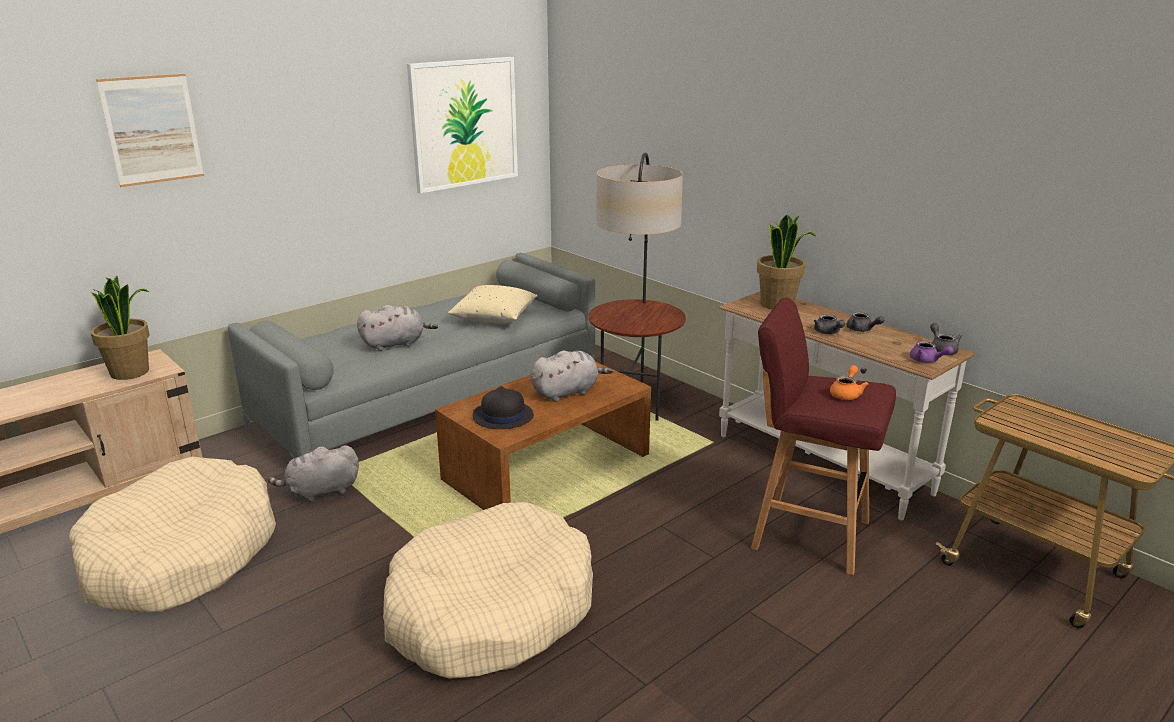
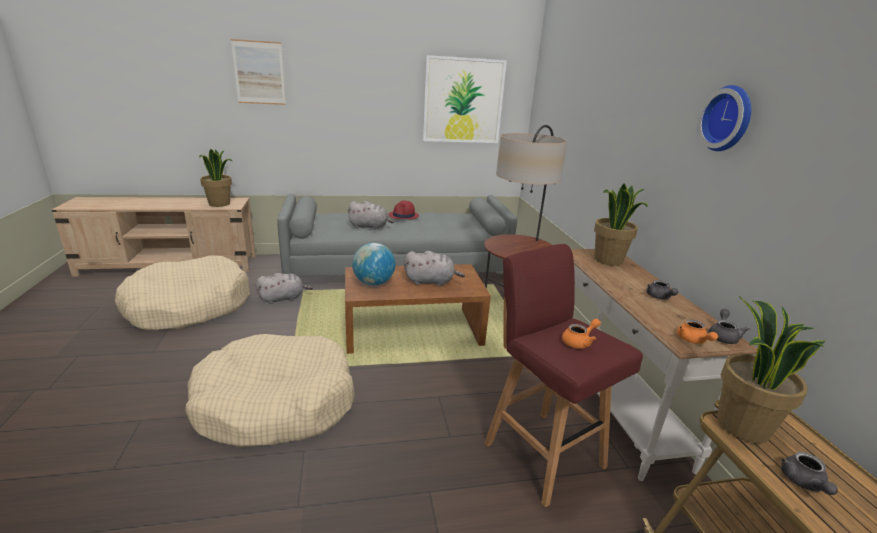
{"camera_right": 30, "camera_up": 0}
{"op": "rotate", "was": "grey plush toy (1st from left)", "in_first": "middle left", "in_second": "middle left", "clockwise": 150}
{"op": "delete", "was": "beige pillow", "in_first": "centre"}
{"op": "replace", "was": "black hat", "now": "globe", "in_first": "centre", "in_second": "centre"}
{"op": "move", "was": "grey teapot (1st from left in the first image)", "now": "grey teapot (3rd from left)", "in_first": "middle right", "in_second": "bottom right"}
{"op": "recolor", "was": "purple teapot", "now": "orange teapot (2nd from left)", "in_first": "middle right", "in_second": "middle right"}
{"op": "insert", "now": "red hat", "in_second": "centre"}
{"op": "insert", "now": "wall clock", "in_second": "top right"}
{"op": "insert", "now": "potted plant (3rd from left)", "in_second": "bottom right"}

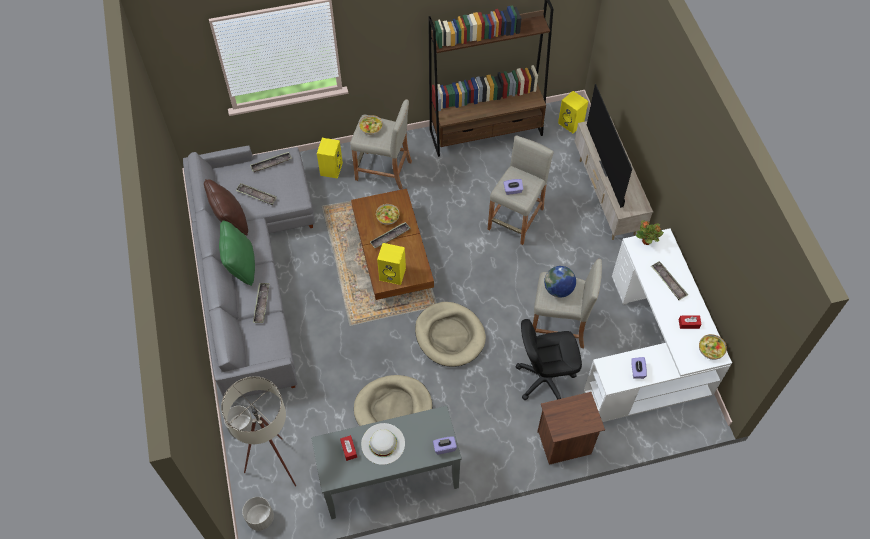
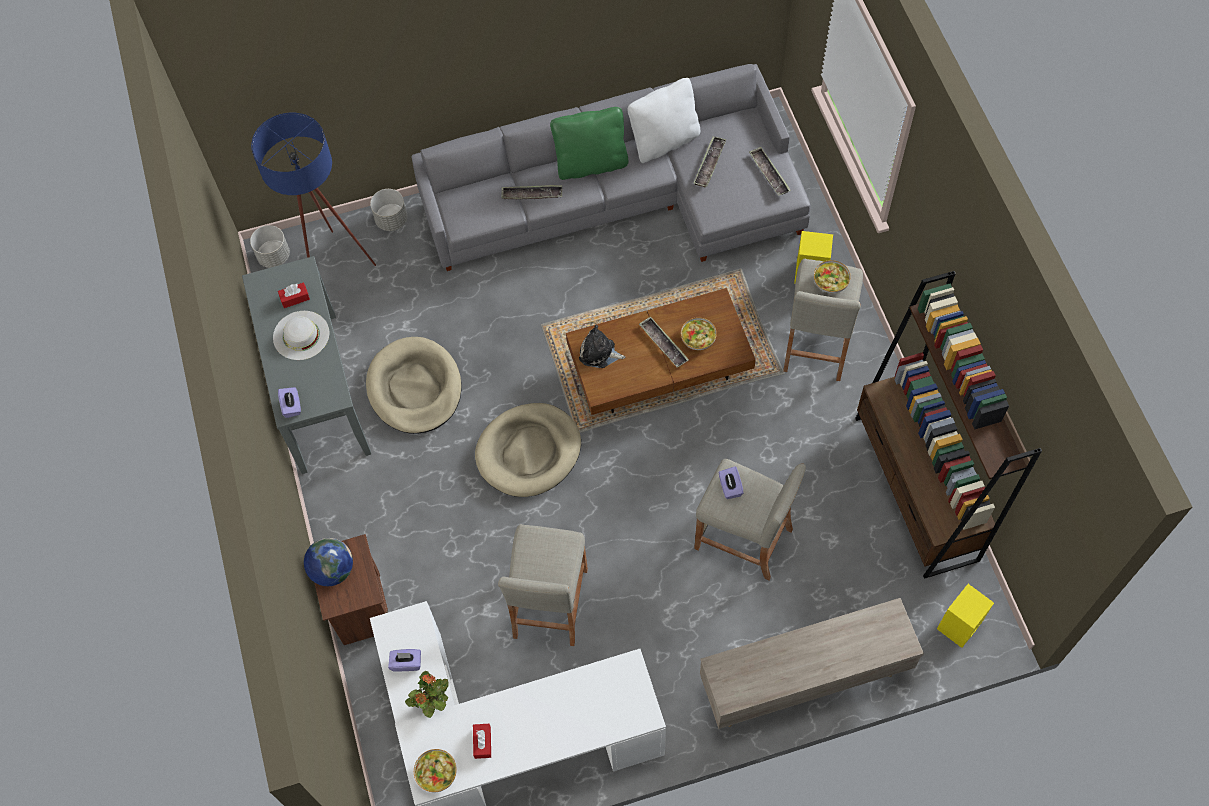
{"camera_right": 90, "camera_up": 5}
{"op": "recolor", "was": "brown pillow", "now": "white pillow", "in_first": "middle left", "in_second": "top centre"}
{"op": "recolor", "was": "beige floor lamp", "now": "blue floor lamp", "in_first": "bottom left", "in_second": "top left"}
{"op": "replace", "was": "yellow speaker (2nd from left)", "now": "plush toy", "in_first": "centre", "in_second": "centre"}
{"op": "delete", "was": "black office chair", "in_first": "centre"}
{"op": "move", "was": "globe", "in_first": "centre", "in_second": "bottom left"}
{"op": "delete", "was": "television", "in_first": "top right"}
{"op": "move", "was": "potted plant", "in_first": "middle right", "in_second": "bottom centre"}
{"op": "delete", "was": "tray (5th from left)", "in_first": "middle right"}

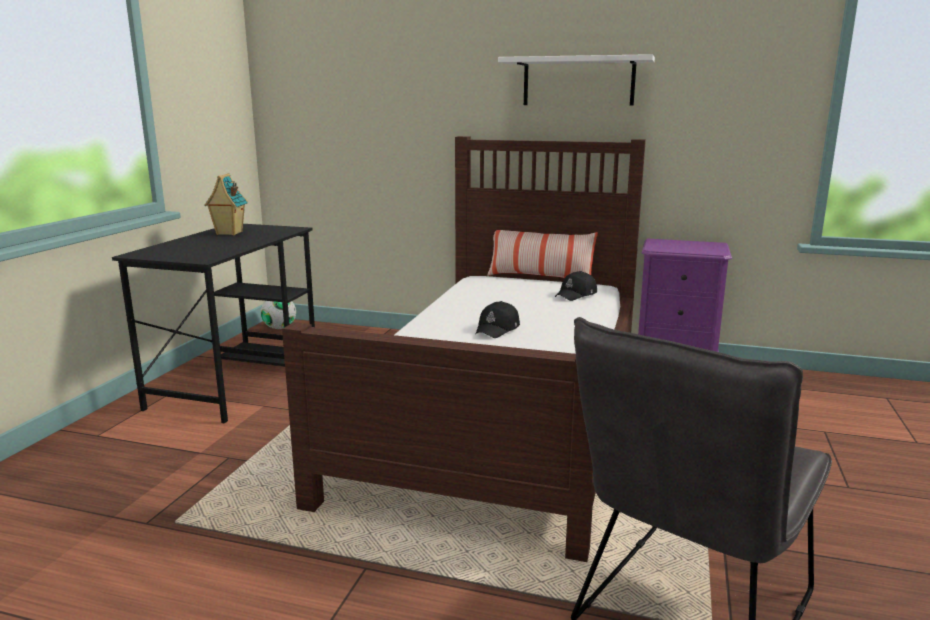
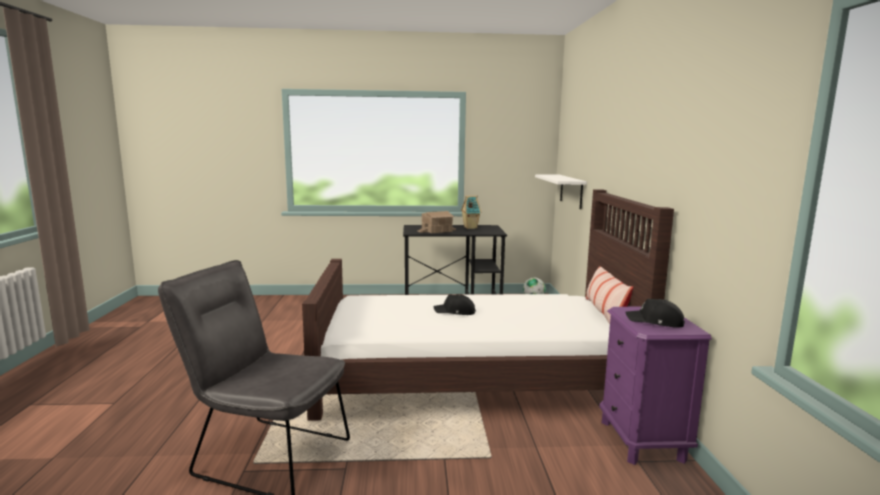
{"camera_right": 70, "camera_up": -5}
{"op": "move", "was": "white shelf", "in_first": "top centre", "in_second": "centre"}
{"op": "move", "was": "black cap (2nd from left)", "in_first": "centre", "in_second": "middle right"}
{"op": "insert", "now": "toy house (1st from left)", "in_second": "centre"}

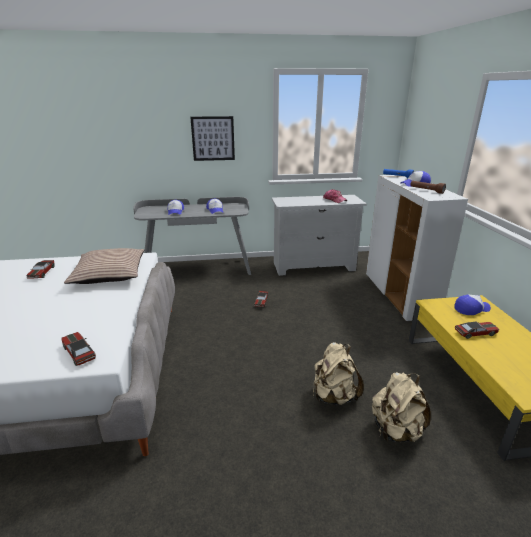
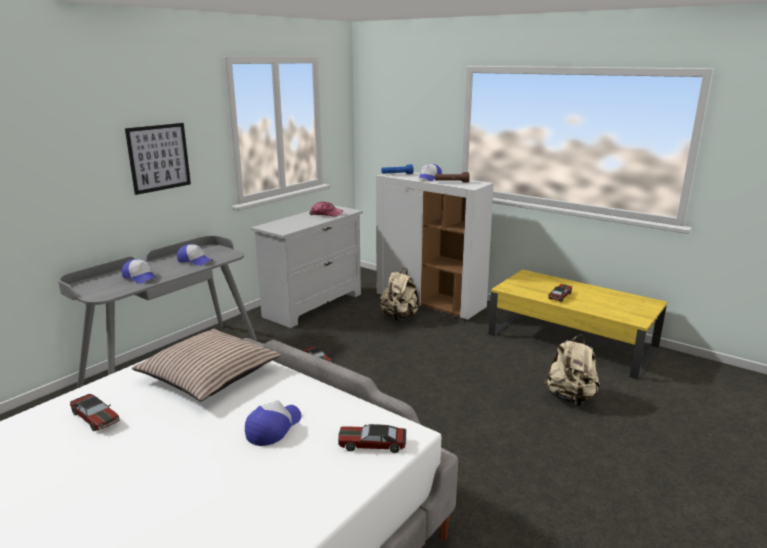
{"camera_right": -45, "camera_up": -5}
{"op": "move", "was": "beige backpack (1st from left)", "in_first": "bottom centre", "in_second": "centre"}
{"op": "move", "was": "cap (5th from left in the first image)", "now": "cap (3rd from left)", "in_first": "middle right", "in_second": "bottom centre"}

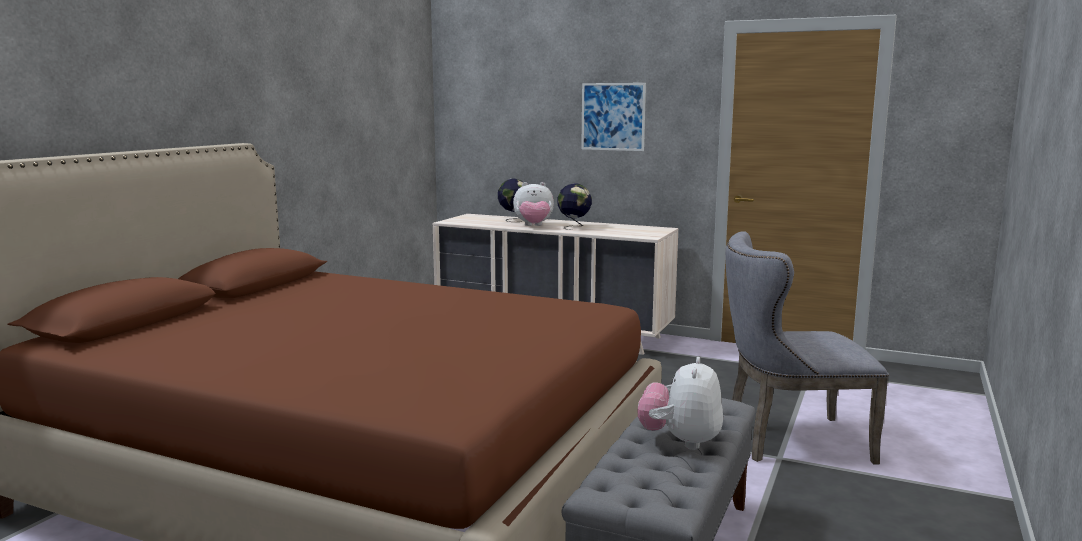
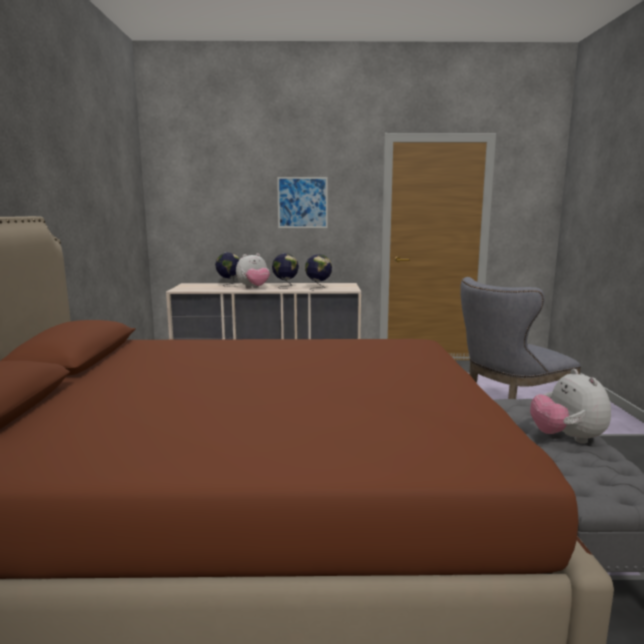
{"camera_right": -25, "camera_up": 0}
{"op": "insert", "now": "globe (3rd from left)", "in_second": "centre"}

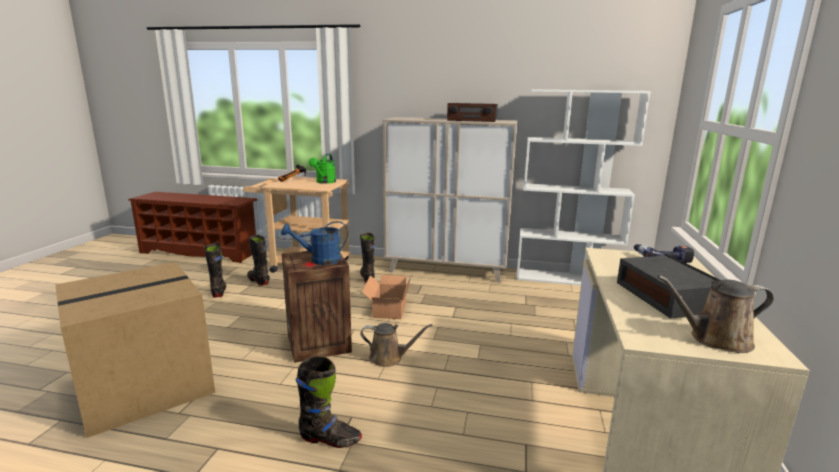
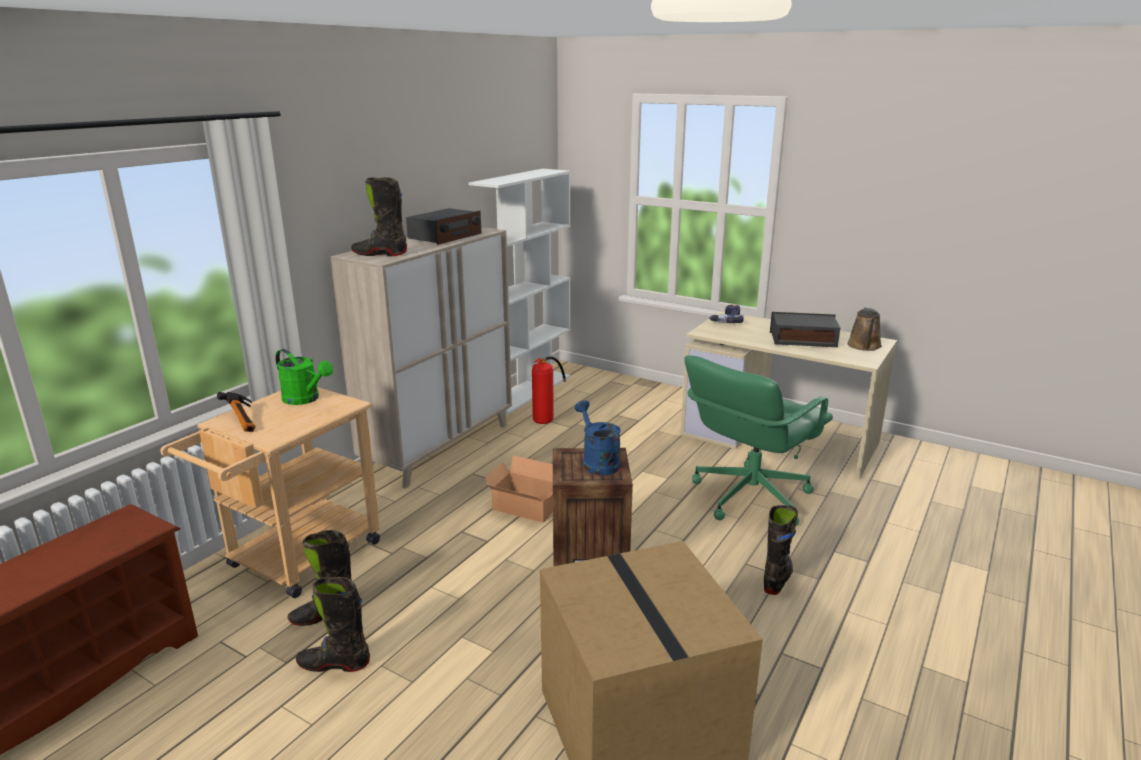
{"camera_right": -70, "camera_up": 5}
{"op": "rotate", "was": "blue watering can", "in_first": "centre", "in_second": "centre", "clockwise": 150}
{"op": "move", "was": "black boot (4th from left in the first image)", "now": "black boot (3rd from left)", "in_first": "centre", "in_second": "top left"}
{"op": "delete", "was": "brown watering can (1st from left)", "in_first": "bottom centre"}
{"op": "insert", "now": "fire extinguisher", "in_second": "centre"}
{"op": "insert", "now": "green office chair", "in_second": "centre"}

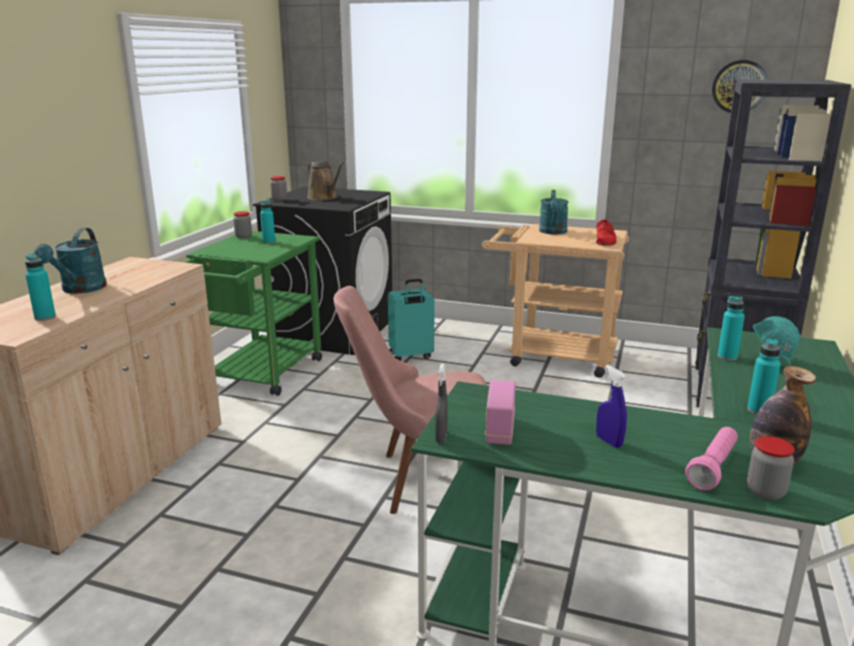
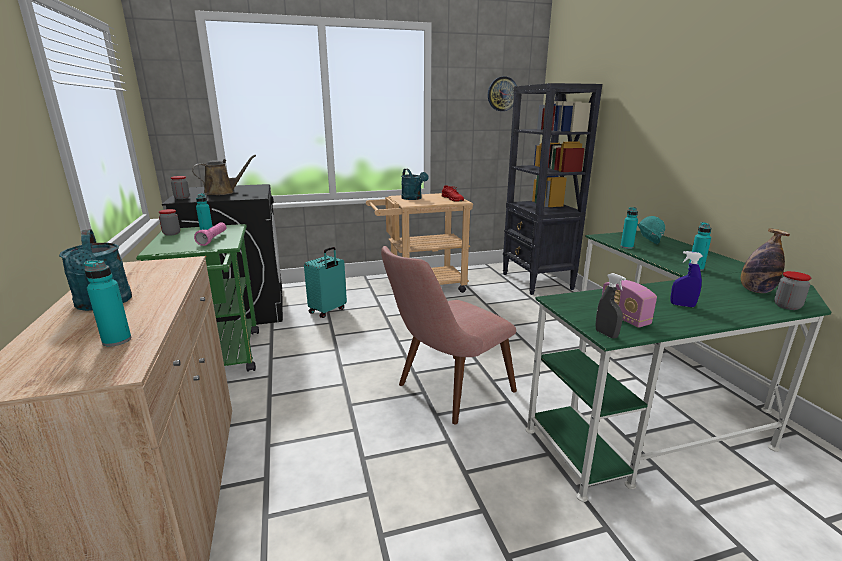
{"camera_right": -35, "camera_up": 0}
{"op": "rotate", "was": "brown watering can", "in_first": "top centre", "in_second": "top left", "clockwise": -45}
{"op": "move", "was": "pink flashlight", "in_first": "bottom right", "in_second": "middle left"}

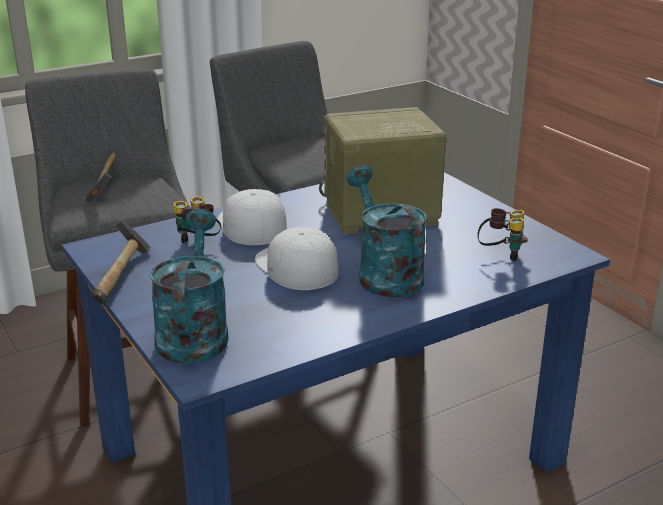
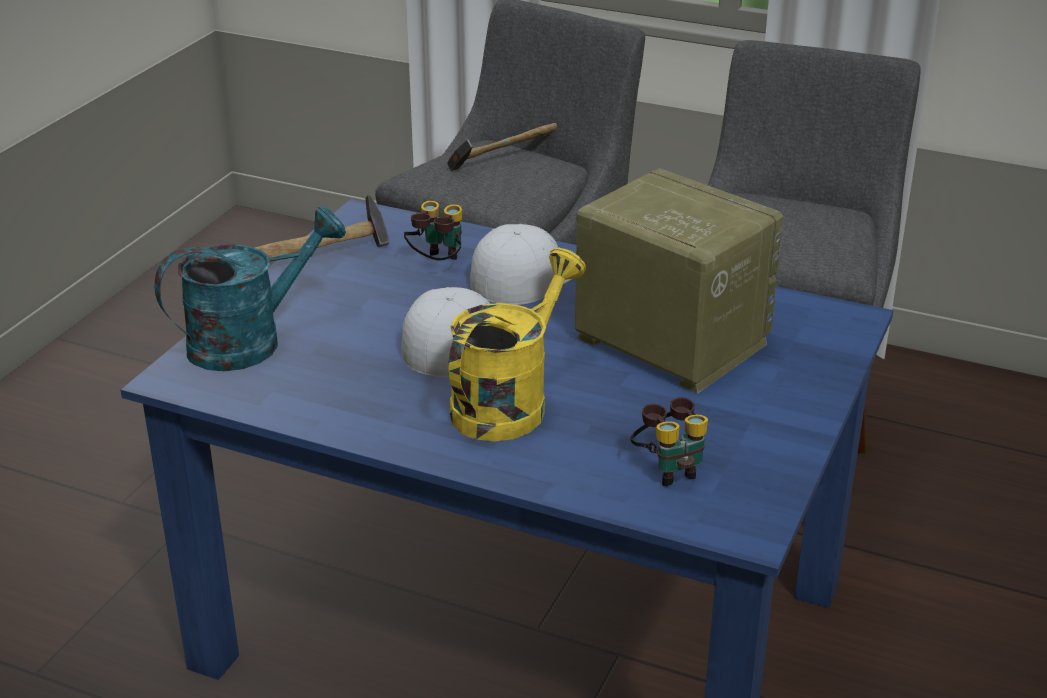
{"camera_right": 55, "camera_up": 5}
{"op": "recolor", "was": "turquoise watering can (2nd from left)", "now": "yellow watering can", "in_first": "centre", "in_second": "centre"}

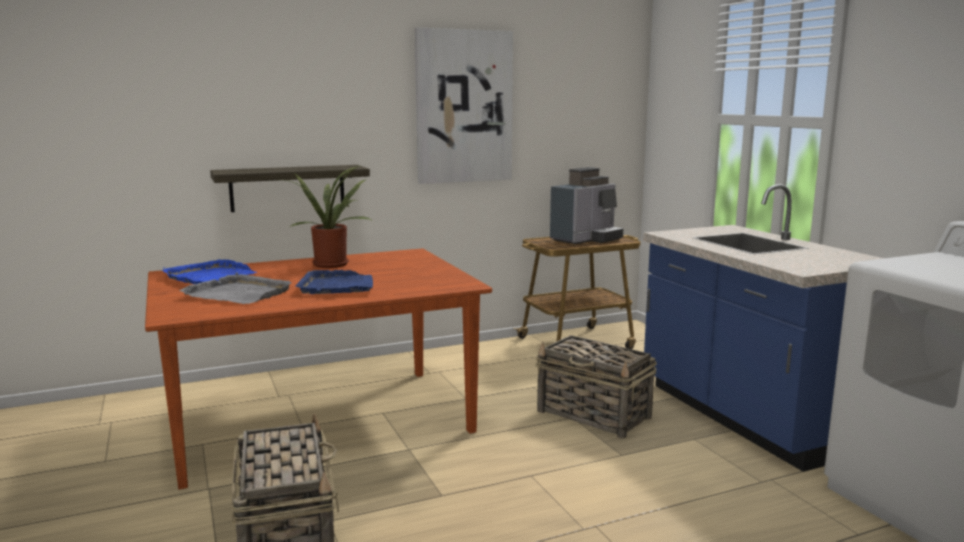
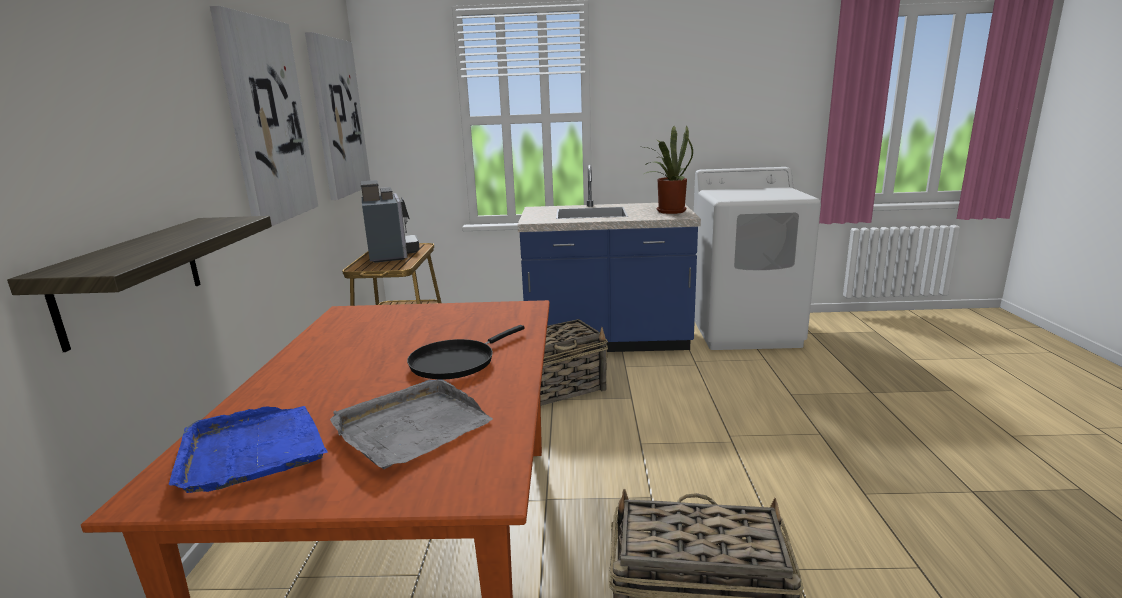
{"camera_right": -65, "camera_up": 5}
{"op": "move", "was": "potted plant", "in_first": "centre", "in_second": "top centre"}
{"op": "replace", "was": "blue tray (2nd from left)", "now": "black frying pan", "in_first": "centre", "in_second": "centre"}
{"op": "insert", "now": "picture (2nd from left)", "in_second": "top left"}

